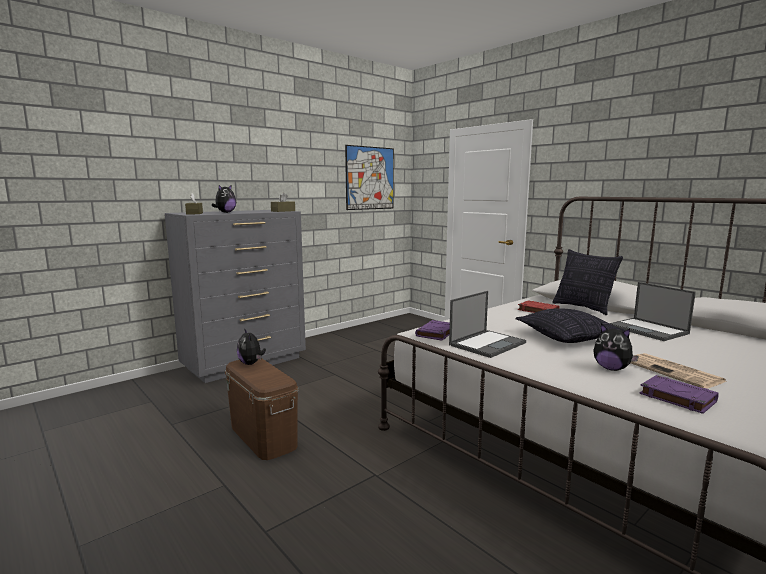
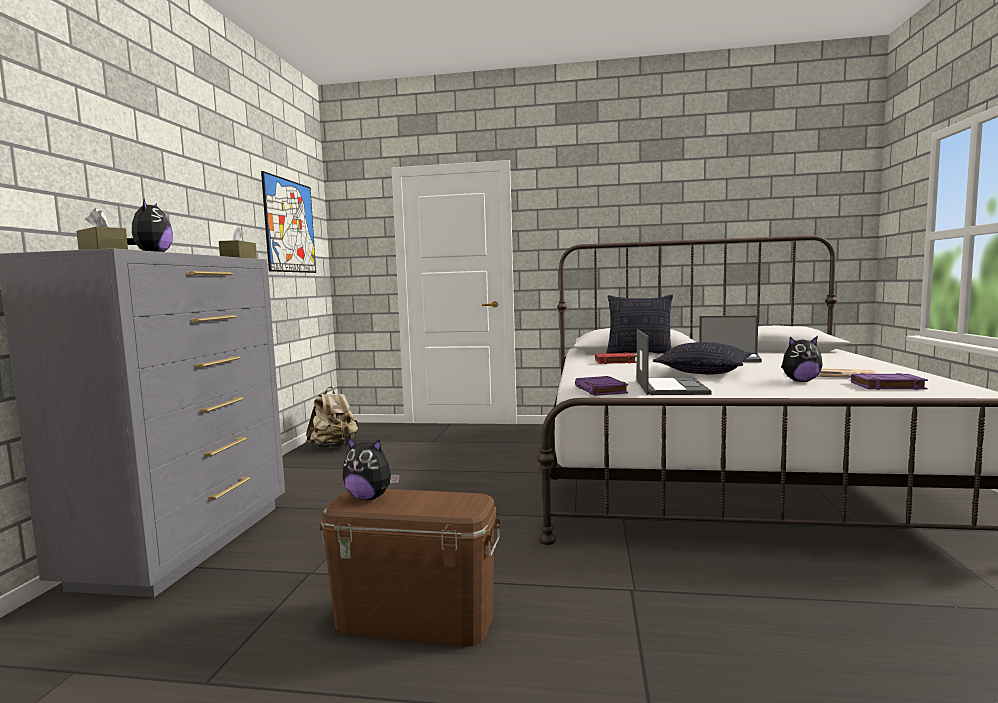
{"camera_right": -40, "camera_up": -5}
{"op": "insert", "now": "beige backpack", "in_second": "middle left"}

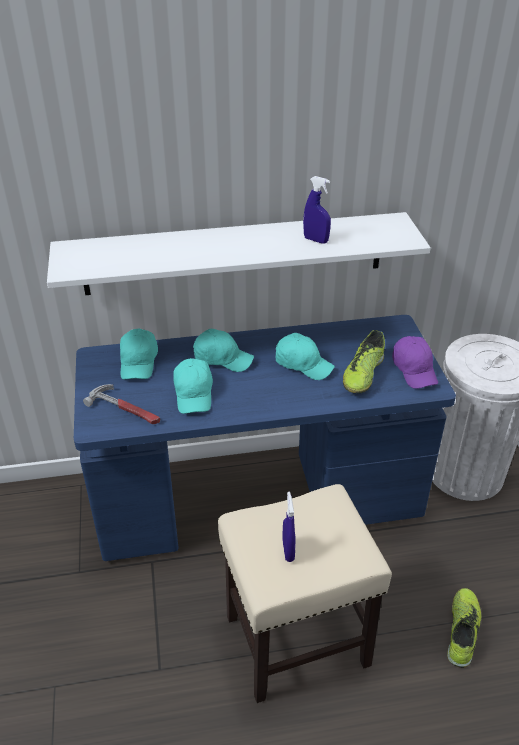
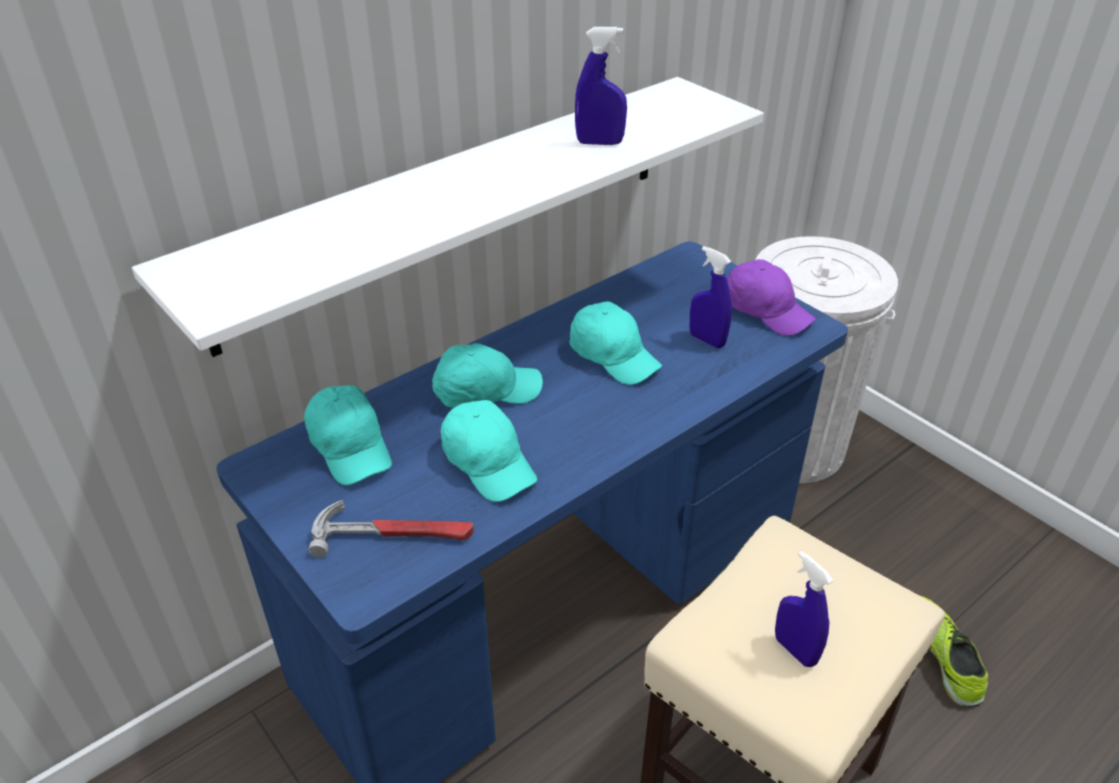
{"camera_right": -30, "camera_up": 0}
{"op": "rotate", "was": "turquoise cap (4th from left)", "in_first": "centre", "in_second": "centre", "clockwise": 45}
{"op": "replace", "was": "shoe (1st from left)", "now": "blue spray bottle (2nd from left)", "in_first": "middle right", "in_second": "centre"}

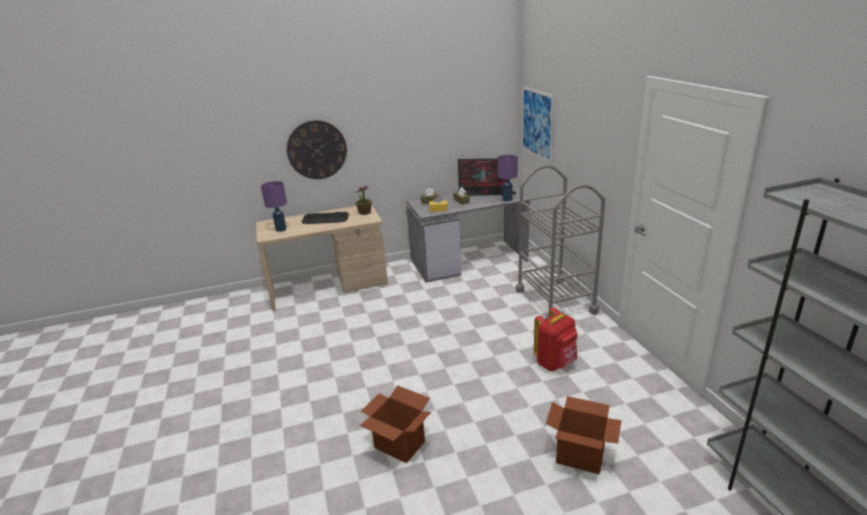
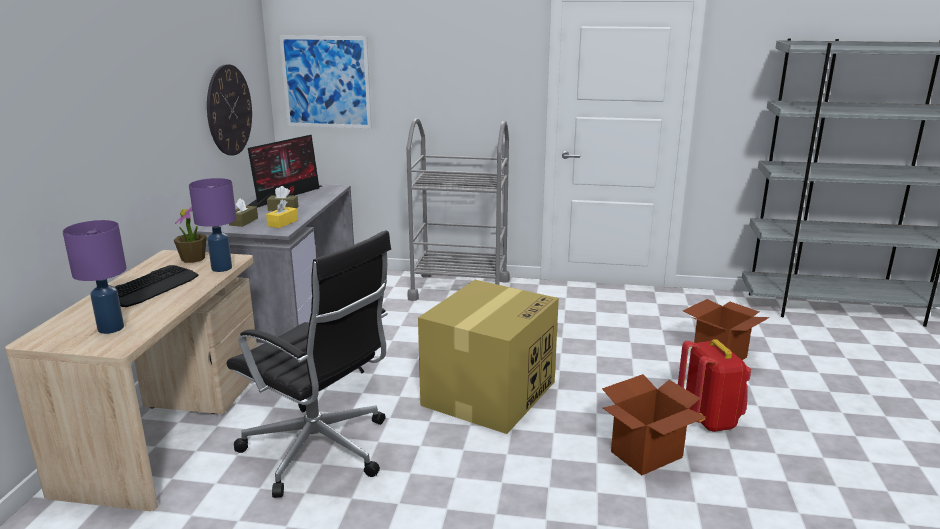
{"camera_right": -65, "camera_up": -5}
{"op": "move", "was": "wall clock", "in_first": "top centre", "in_second": "top left"}
{"op": "move", "was": "purple table lamp (2nd from left)", "in_first": "centre", "in_second": "middle left"}
{"op": "move", "was": "red backpack", "in_first": "centre", "in_second": "bottom right"}
{"op": "insert", "now": "black office chair", "in_second": "bottom left"}
{"op": "insert", "now": "cardboard box (1st from left)", "in_second": "bottom centre"}

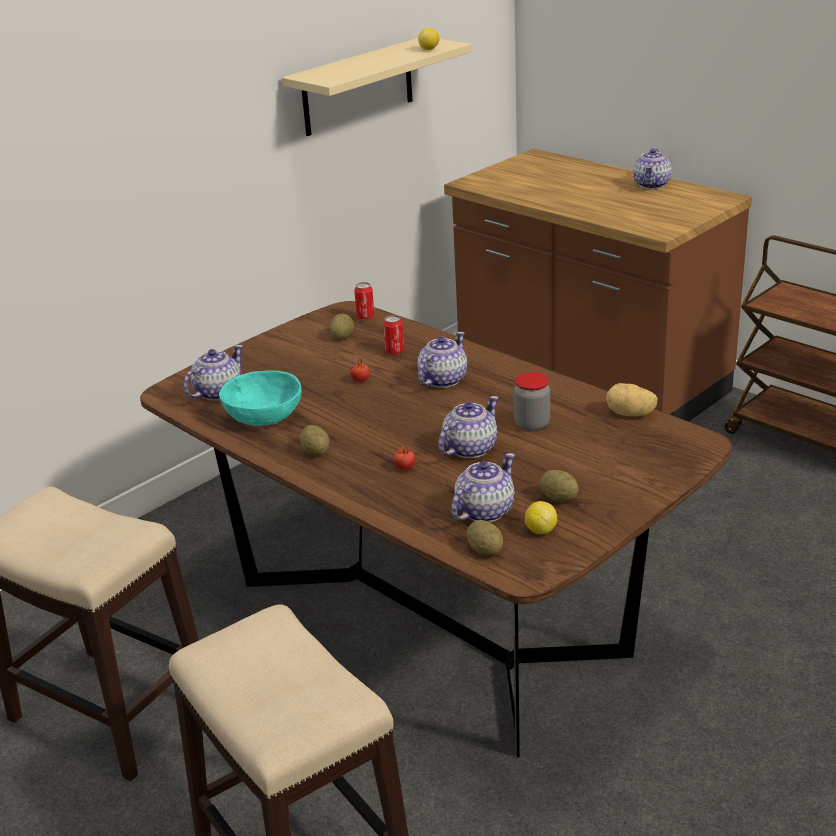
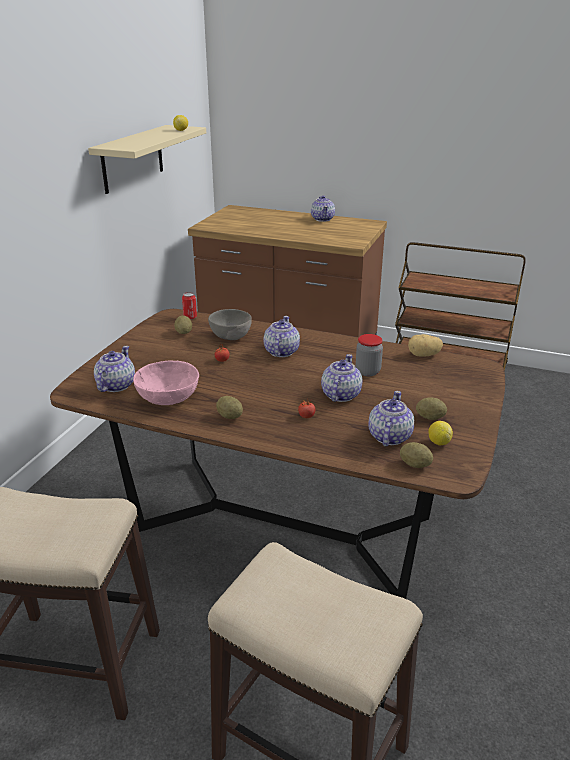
{"camera_right": -25, "camera_up": 0}
{"op": "recolor", "was": "turquoise bowl", "now": "pink bowl", "in_first": "middle left", "in_second": "middle left"}
{"op": "replace", "was": "can (2nd from left)", "now": "grey bowl", "in_first": "centre", "in_second": "centre"}

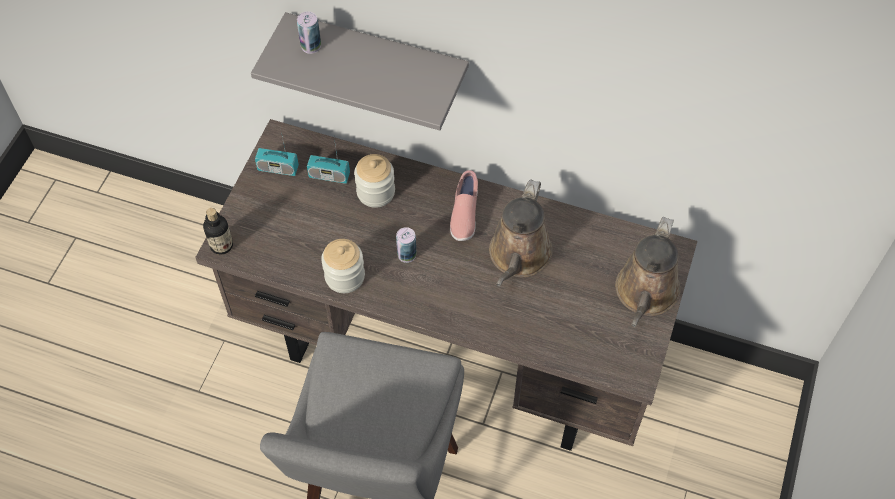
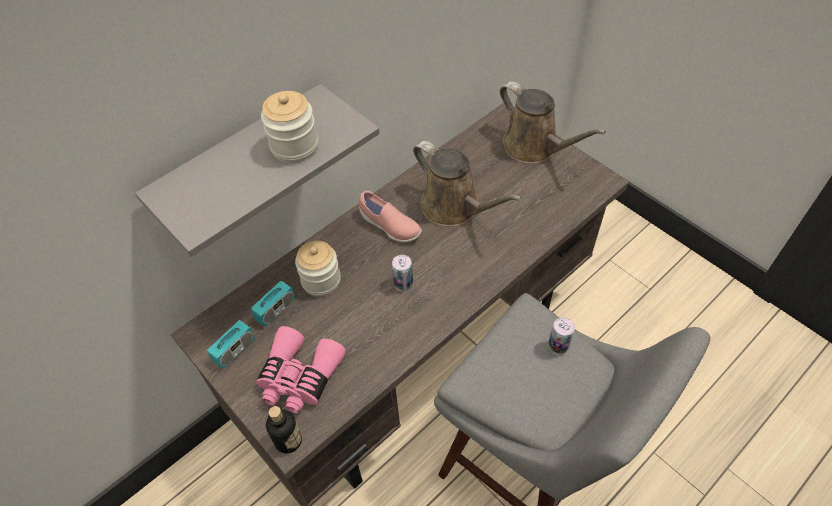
{"camera_right": -60, "camera_up": -5}
{"op": "move", "was": "can (1st from left in the first image)", "now": "can (2nd from left)", "in_first": "top centre", "in_second": "middle right"}
{"op": "move", "was": "jar (1st from left)", "in_first": "centre", "in_second": "top centre"}
{"op": "insert", "now": "pink binoculars", "in_second": "bottom centre"}

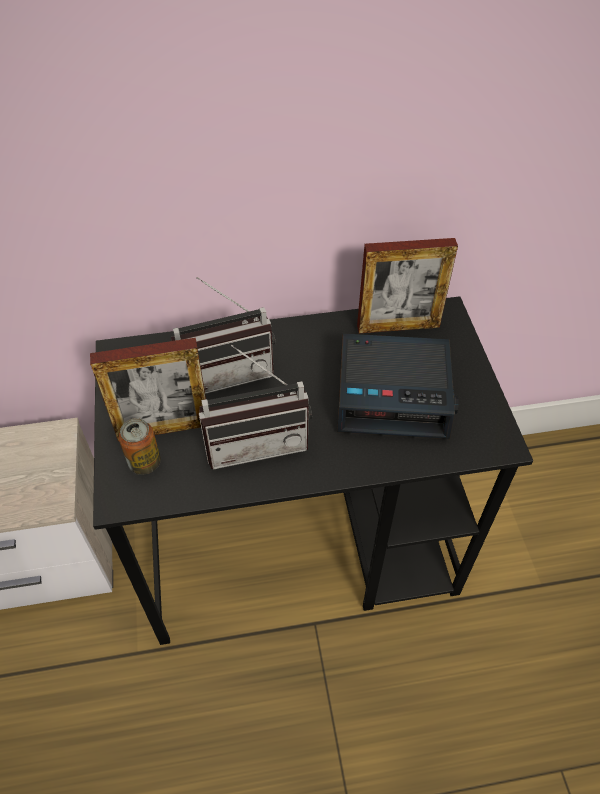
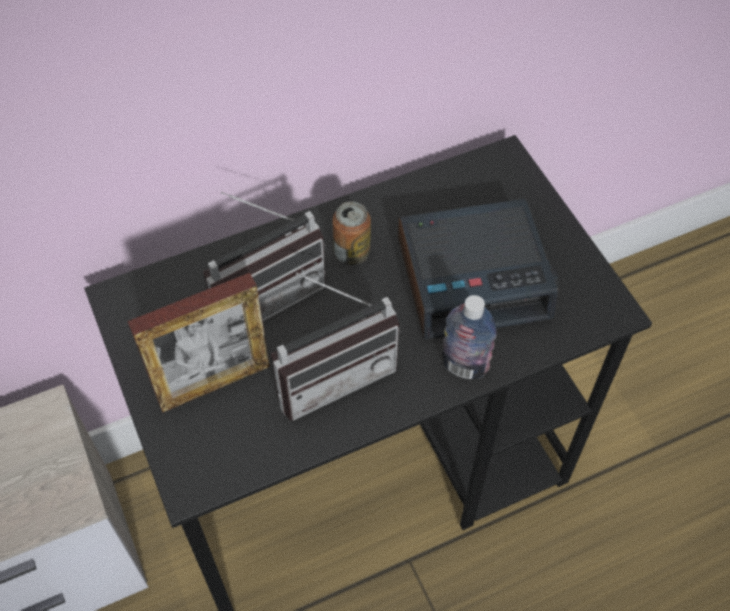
{"camera_right": -15, "camera_up": 5}
{"op": "move", "was": "can", "in_first": "middle left", "in_second": "centre"}
{"op": "delete", "was": "picture frame (2nd from left)", "in_first": "middle right"}
{"op": "insert", "now": "bottle", "in_second": "centre"}

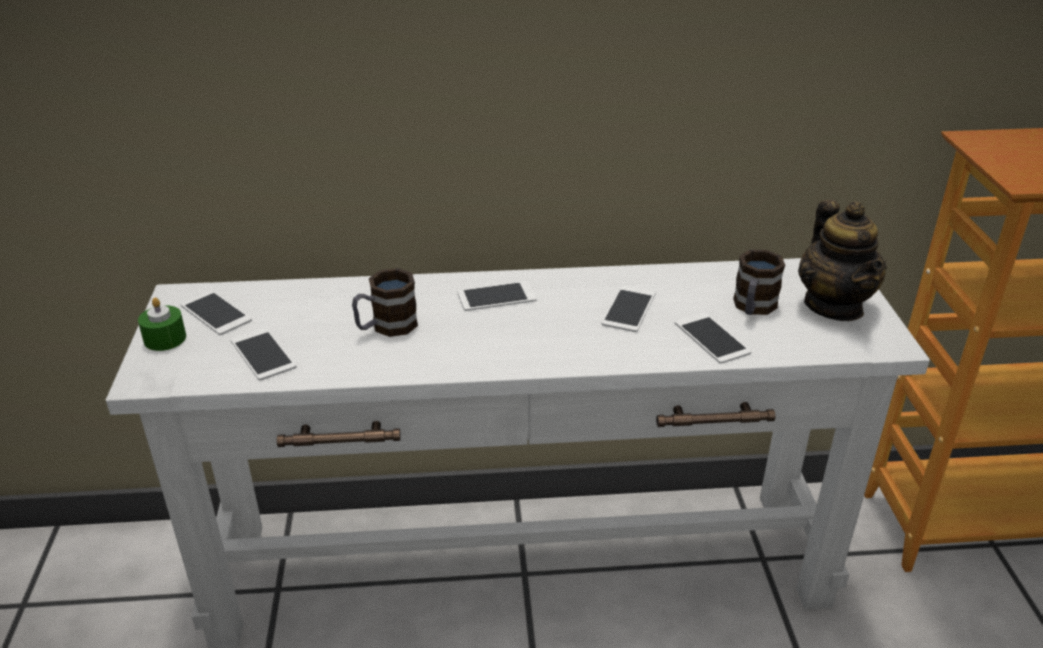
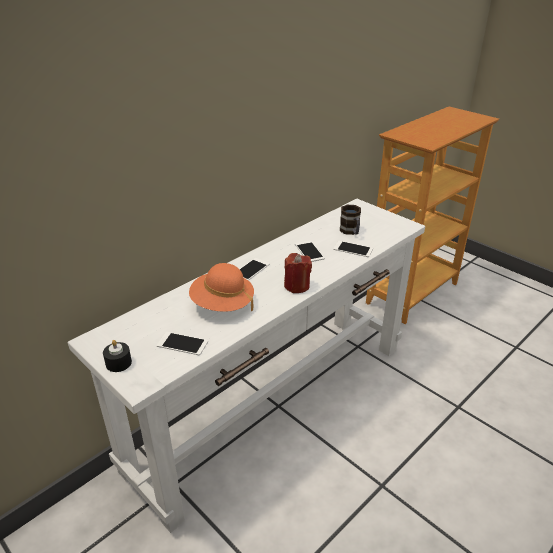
{"camera_right": -40, "camera_up": 0}
{"op": "recolor", "was": "green candle", "now": "black candle", "in_first": "middle left", "in_second": "middle left"}
{"op": "delete", "was": "phone (1st from left)", "in_first": "middle left"}
{"op": "replace", "was": "mug (1st from left)", "now": "orange hat", "in_first": "centre", "in_second": "centre"}
{"op": "delete", "was": "teapot", "in_first": "middle right"}
{"op": "insert", "now": "red candle", "in_second": "centre"}

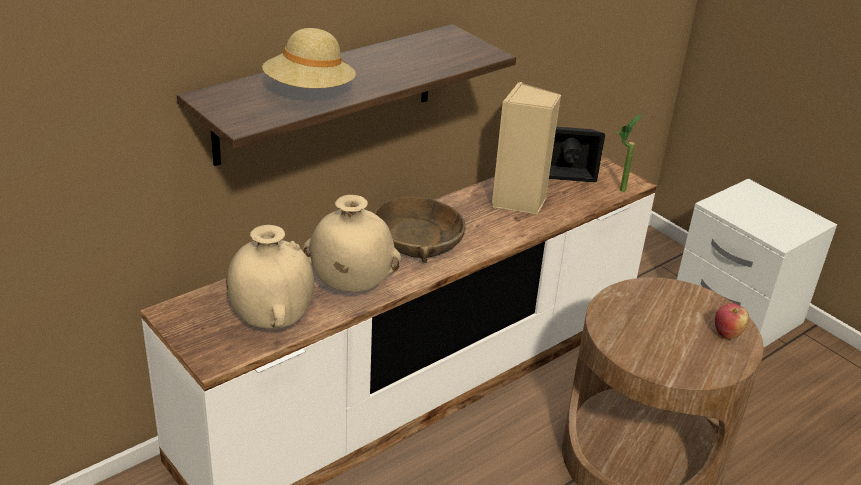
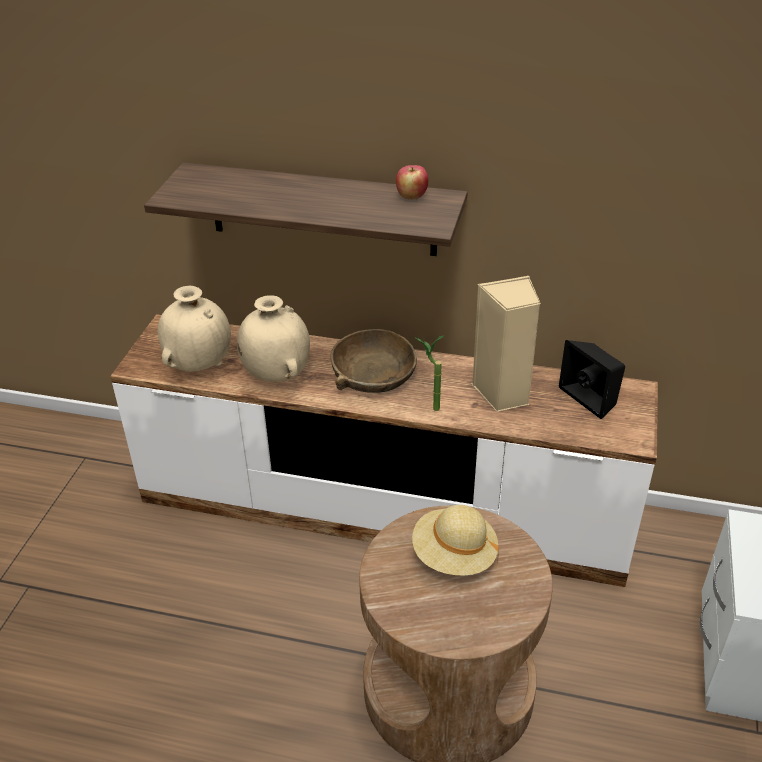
{"camera_right": 55, "camera_up": 5}
{"op": "move", "was": "beige hat", "in_first": "top centre", "in_second": "bottom centre"}
{"op": "move", "was": "potted plant", "in_first": "top right", "in_second": "centre"}
{"op": "move", "was": "apple", "in_first": "middle right", "in_second": "top centre"}

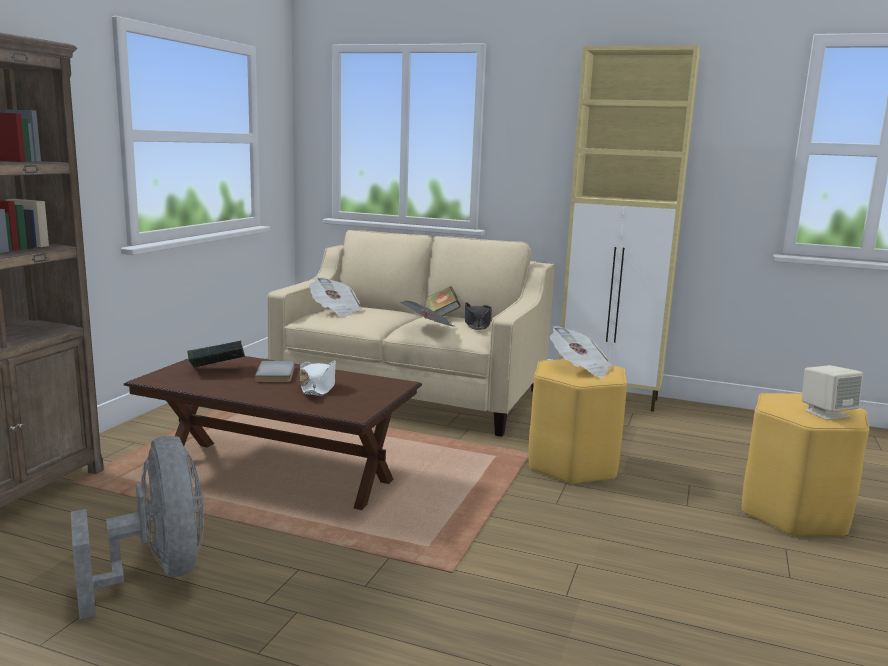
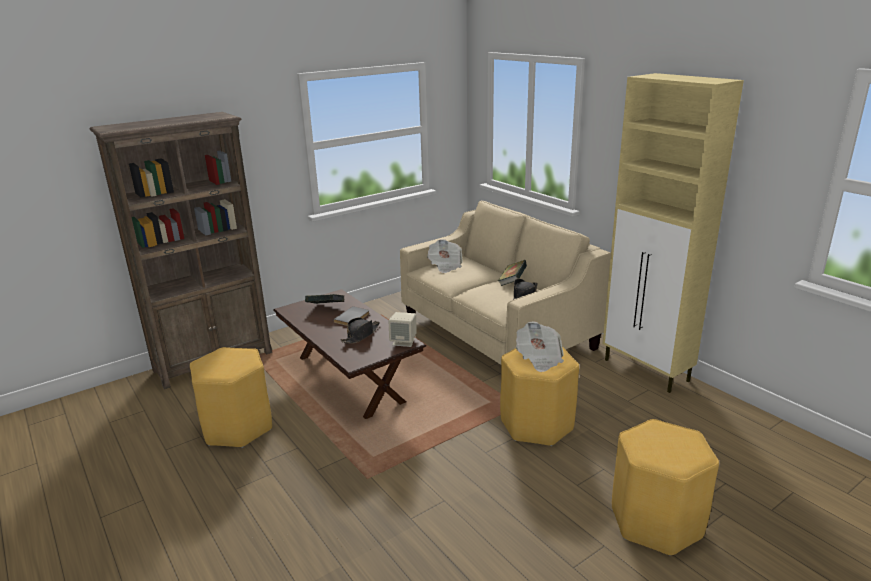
{"camera_right": 35, "camera_up": 10}
{"op": "replace", "was": "grey fan", "now": "yellow stool (1st from left)", "in_first": "bottom left", "in_second": "bottom left"}
{"op": "recolor", "was": "white hat", "now": "black hat (1st from left)", "in_first": "centre", "in_second": "centre"}
{"op": "delete", "was": "newspaper (2nd from left)", "in_first": "centre"}
{"op": "move", "was": "beige speaker", "in_first": "middle right", "in_second": "centre"}

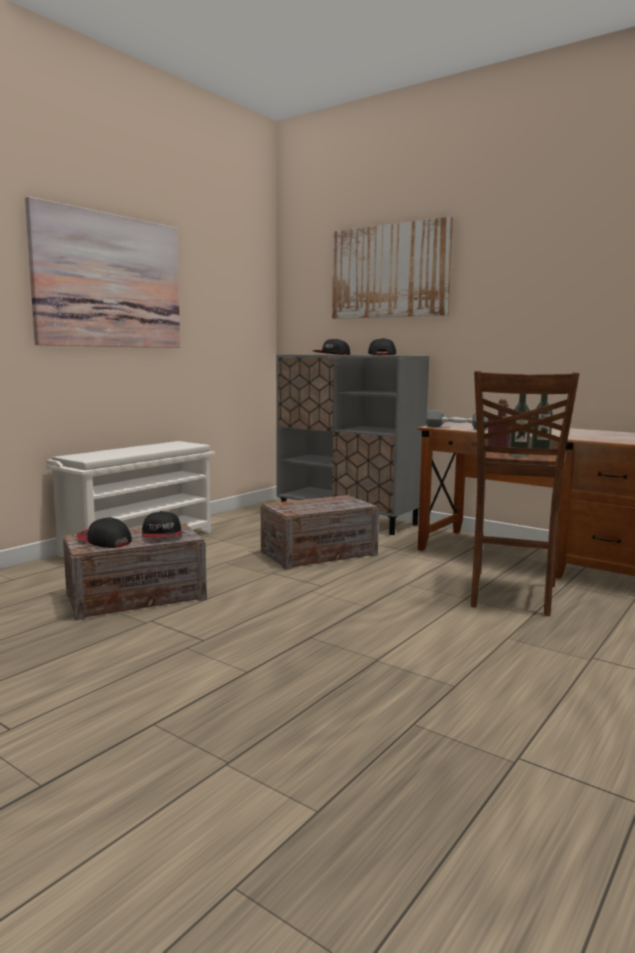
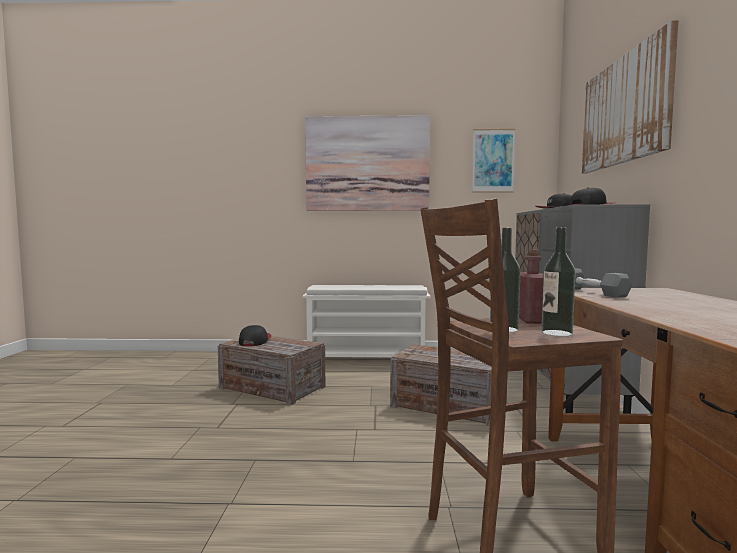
{"camera_right": 55, "camera_up": -5}
{"op": "delete", "was": "cap (2nd from left)", "in_first": "middle left"}
{"op": "insert", "now": "picture (2nd from left)", "in_second": "top right"}

